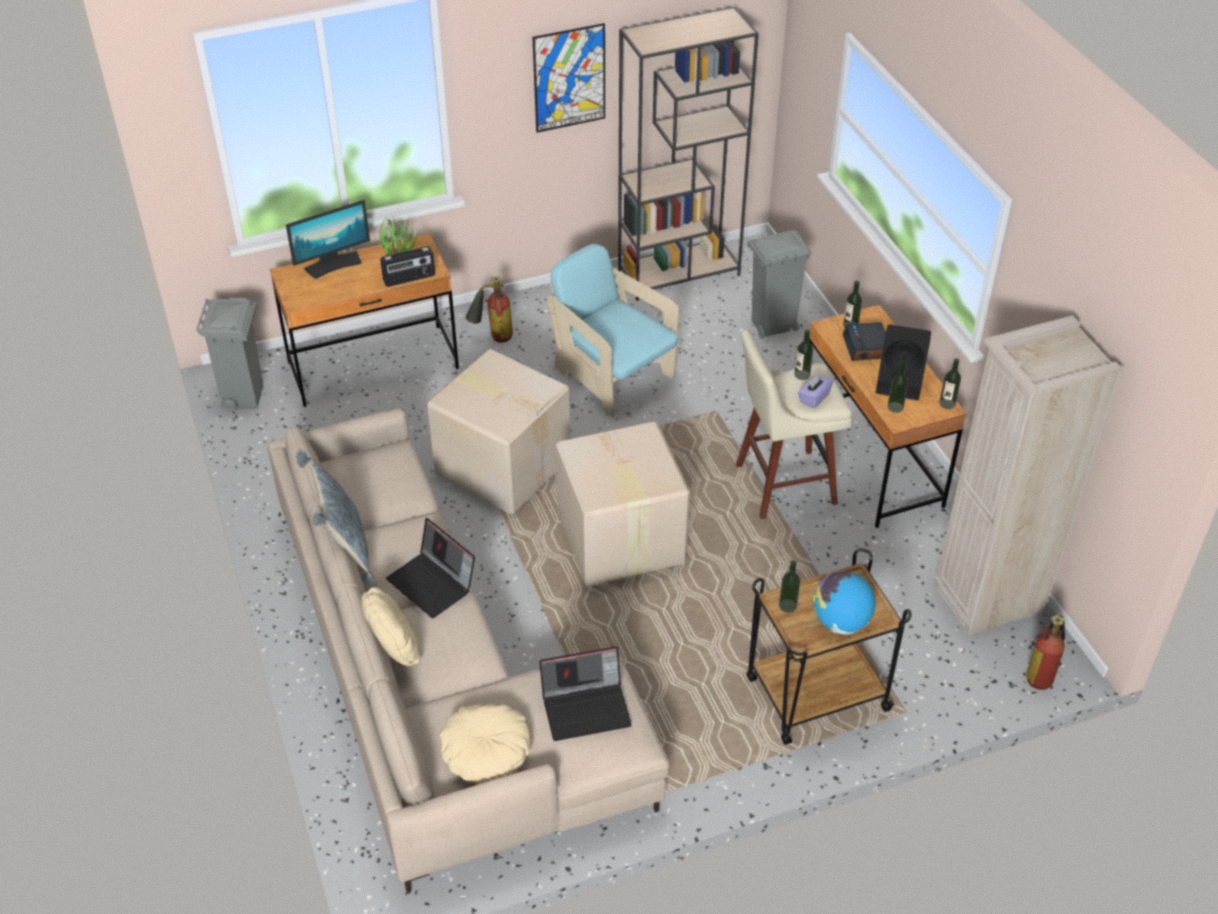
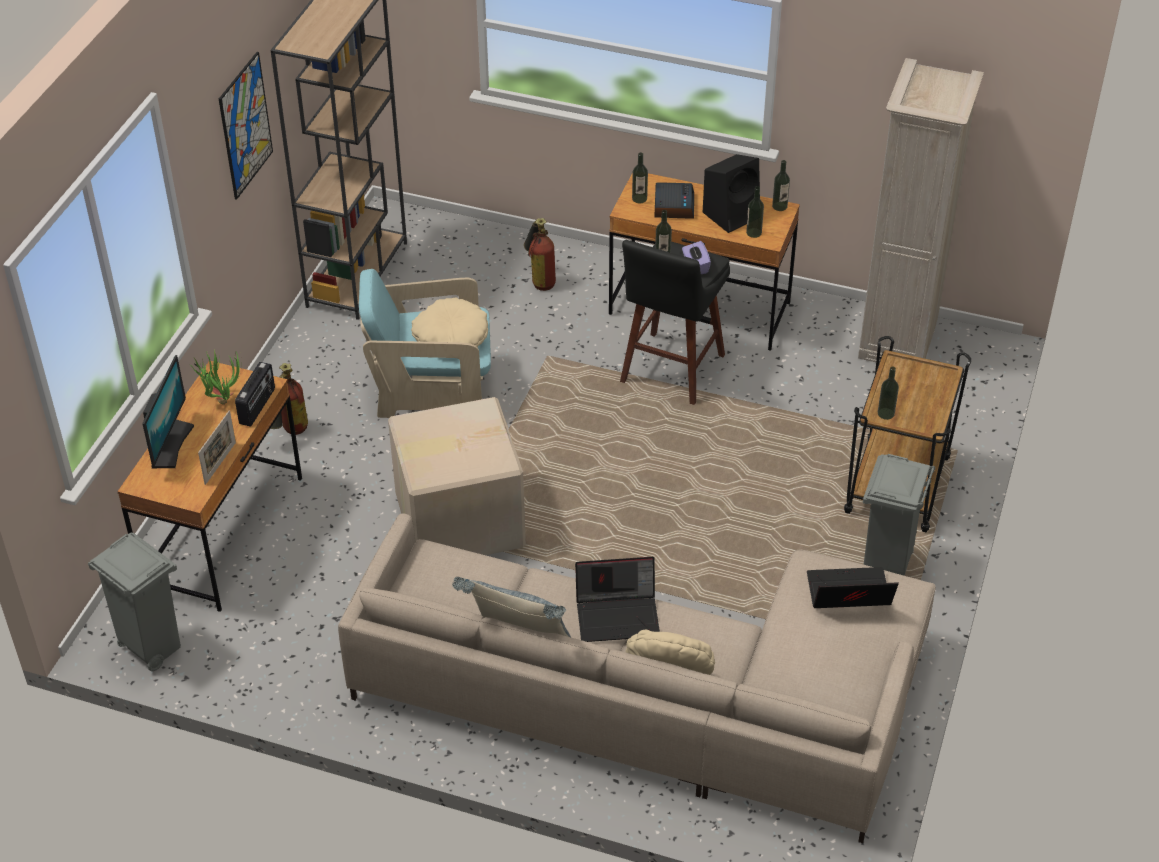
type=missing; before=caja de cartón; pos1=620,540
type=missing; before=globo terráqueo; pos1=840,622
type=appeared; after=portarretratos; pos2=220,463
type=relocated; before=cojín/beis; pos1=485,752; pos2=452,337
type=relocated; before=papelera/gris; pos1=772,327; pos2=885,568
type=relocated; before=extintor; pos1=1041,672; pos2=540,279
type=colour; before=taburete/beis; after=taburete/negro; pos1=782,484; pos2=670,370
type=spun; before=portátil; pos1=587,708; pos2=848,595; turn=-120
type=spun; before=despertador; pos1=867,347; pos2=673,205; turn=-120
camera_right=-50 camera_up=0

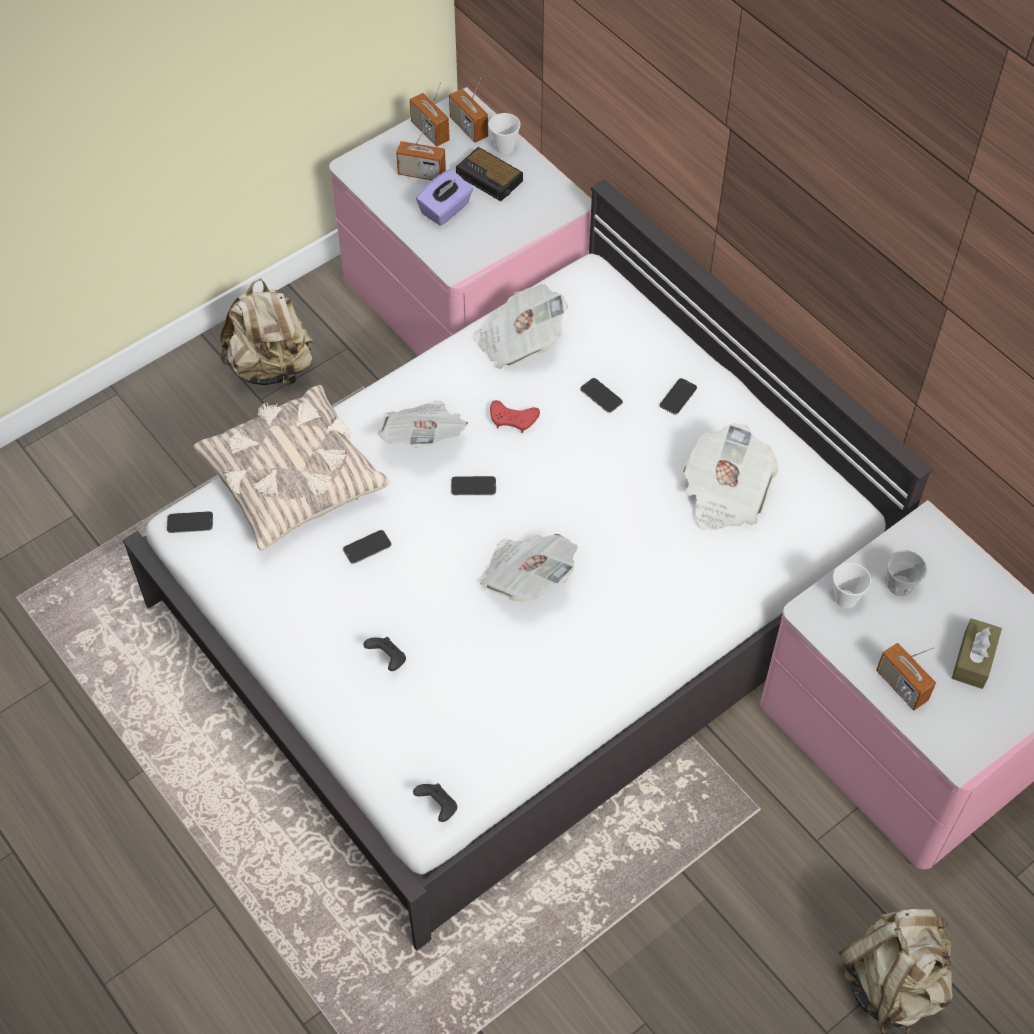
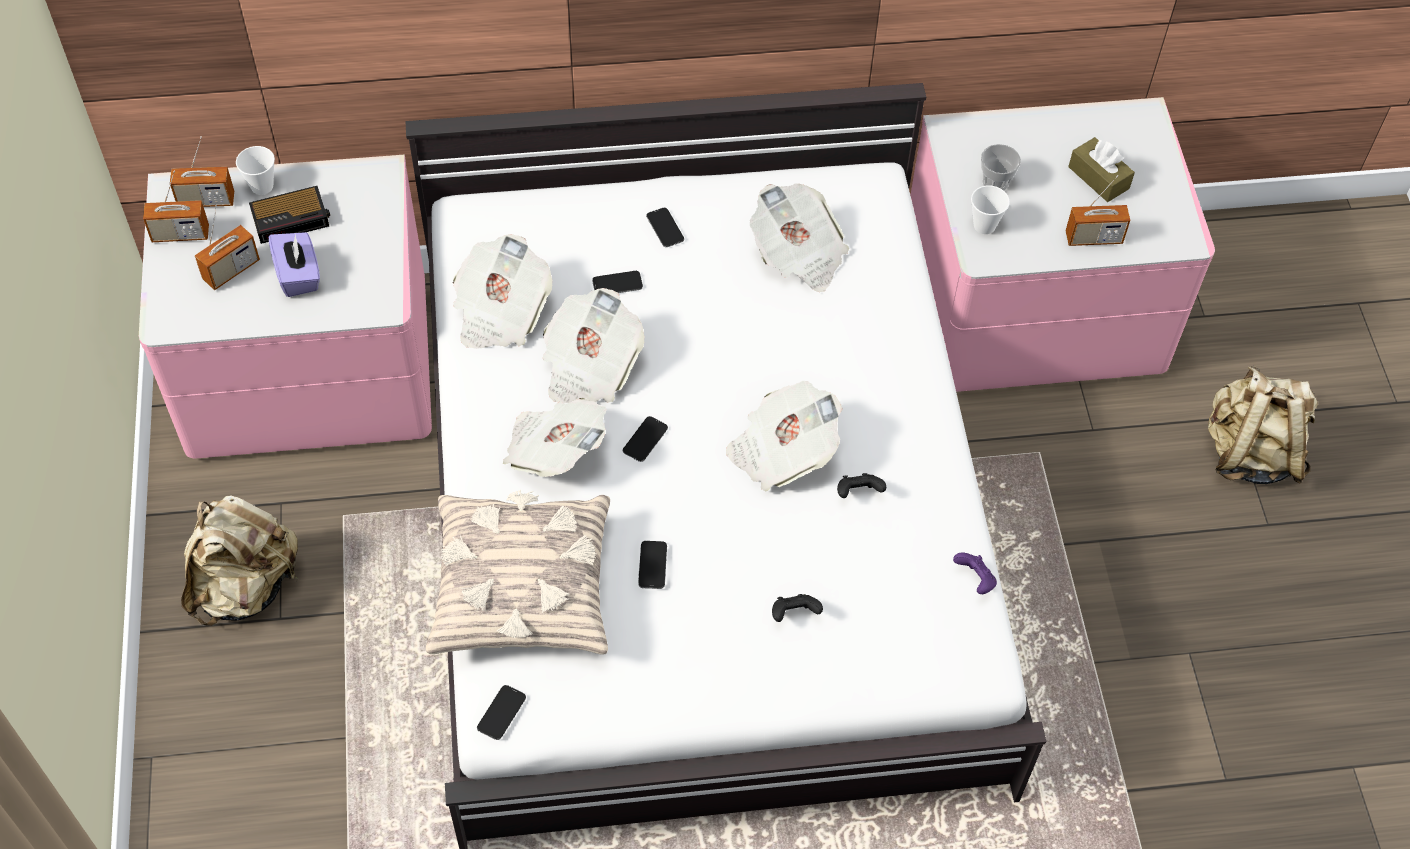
type=appeared; after=mando de consola/morado; pos2=975,580
type=relocated; before=mando de consola/negro; pos1=438,807; pos2=858,493
type=exchanged; before=mando de consola/rojo; after=periódico; pos1=513,419; pos2=589,366
camera_right=-60 camera_up=0

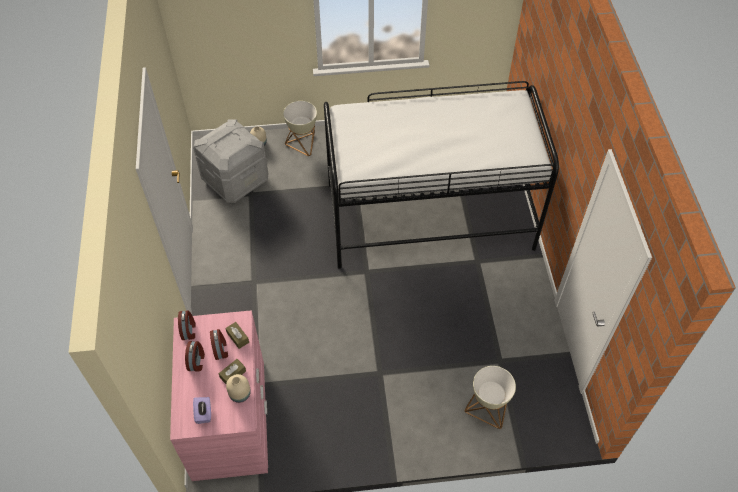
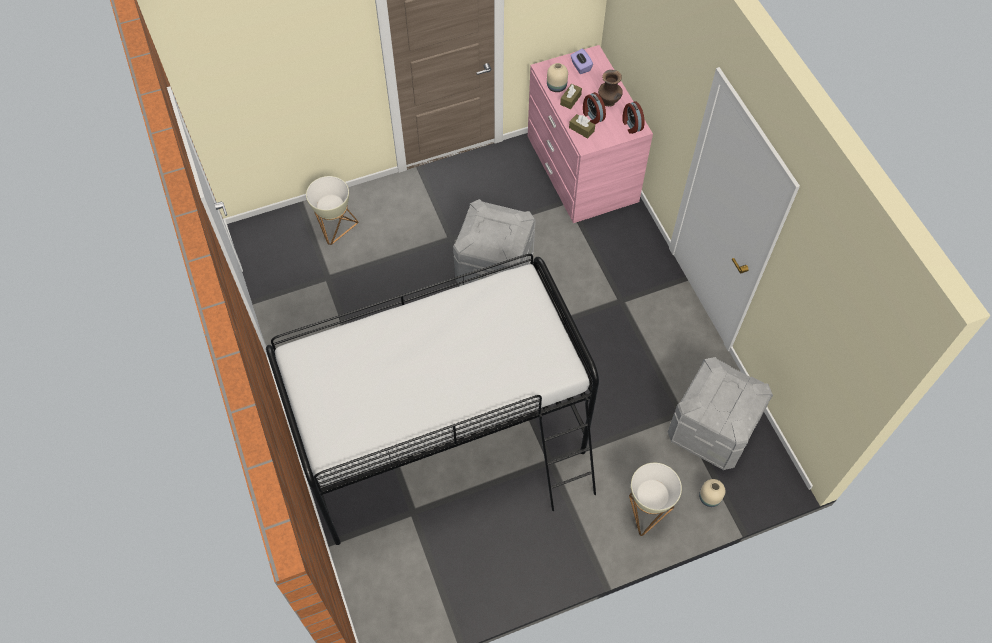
type=appeared; after=caja de almacenaje/gris; pos2=495,269
type=exchanged; before=despertador; after=florero/marrón; pos1=197,361; pos2=609,102
camera_right=165 camera_up=5

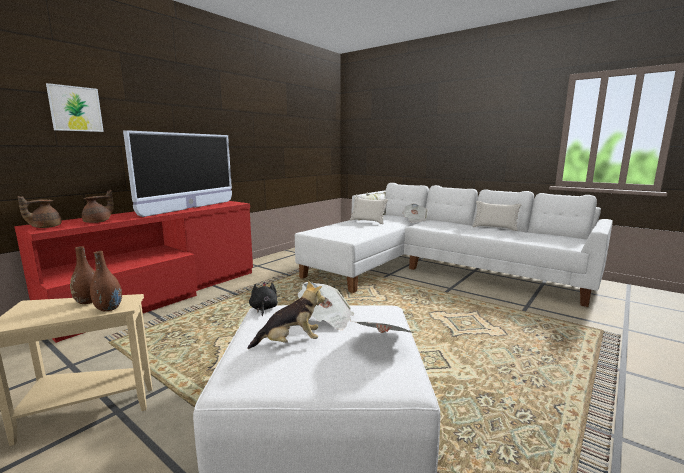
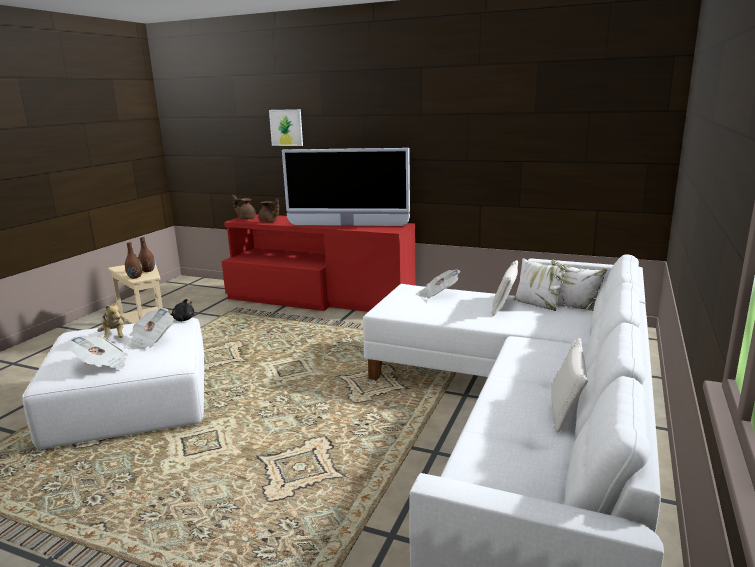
type=relocated; before=periódico; pos1=414,220; pos2=437,294
camera_right=75 camera_up=5

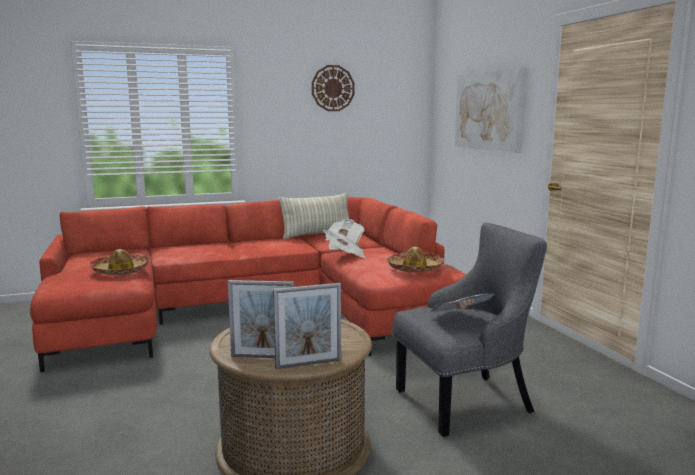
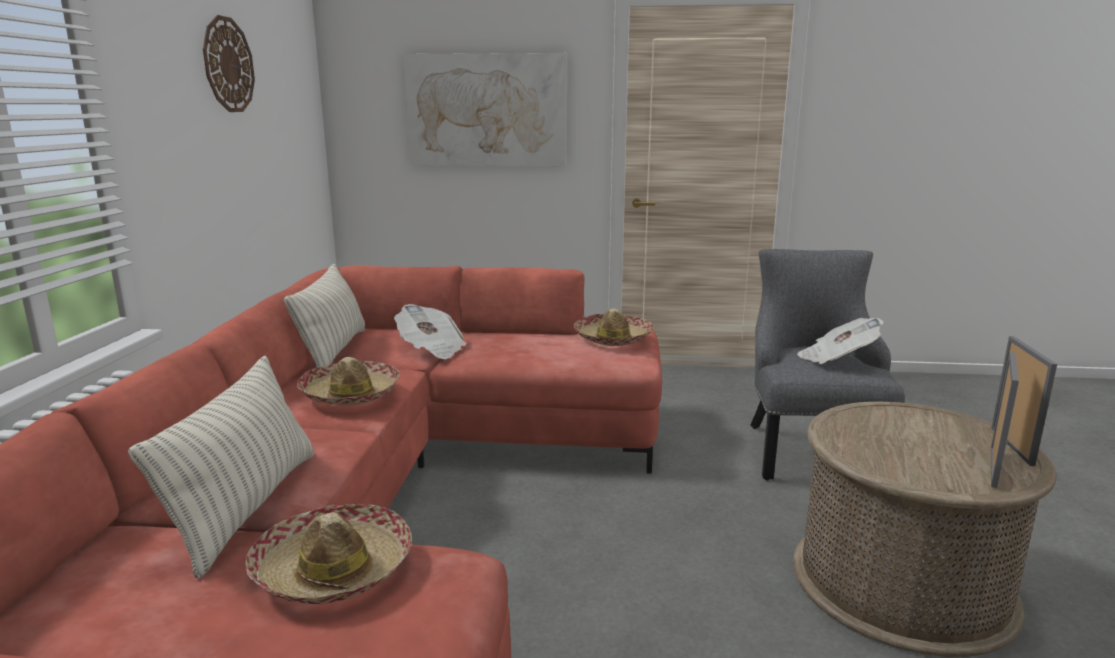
type=missing; before=periódico; pos1=345,255
type=appeared; after=cojín; pos2=247,507
type=appeared; after=sombrero; pos2=350,394
camera_right=-65 camera_up=5

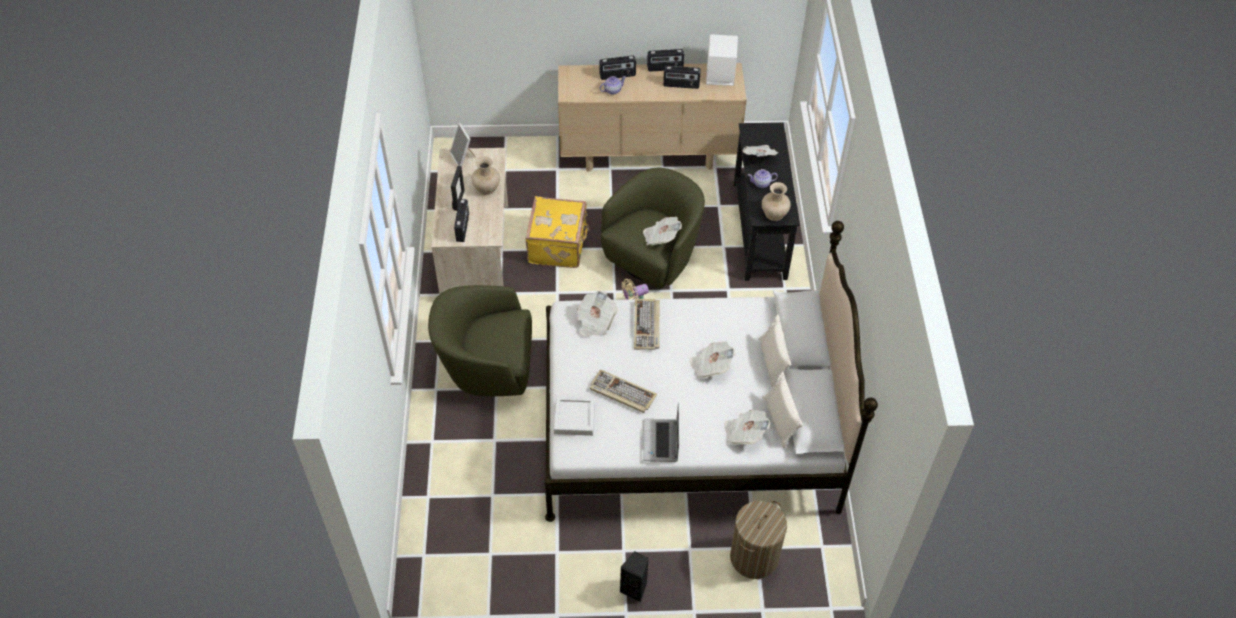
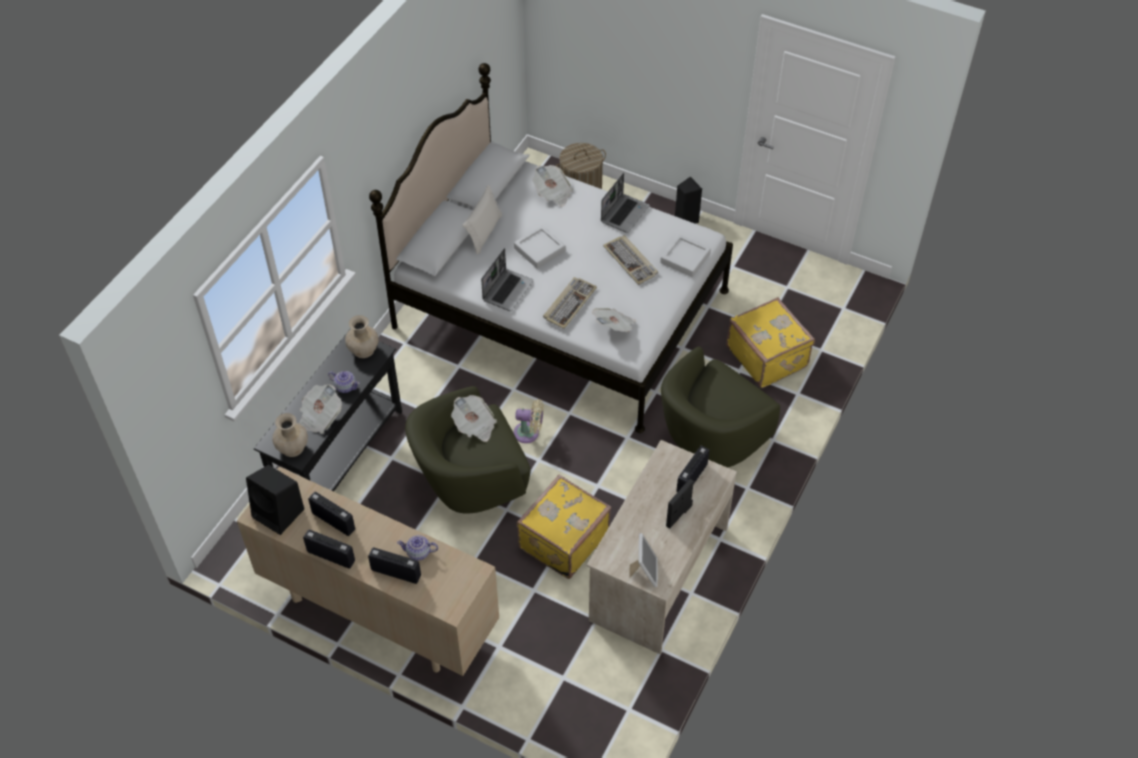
type=missing; before=cojín/blanco; pos1=780,421
type=appeared; after=portátil; pos2=507,290
type=appeared; after=maleta/amarillo; pos2=767,356
type=relocated; before=florero/beis; pos1=486,188; pos2=293,447
type=exchanged; before=periódico; after=bandeja/gris; pos1=710,366; pos2=539,250
type=colour; before=altavoz/blanco; after=altavoz/negro; pos1=719,76; pos2=279,513
type=spun; before=sillón/verde; pos1=487,368; pos2=712,438; turn=105
camera_right=-150 camera_up=0

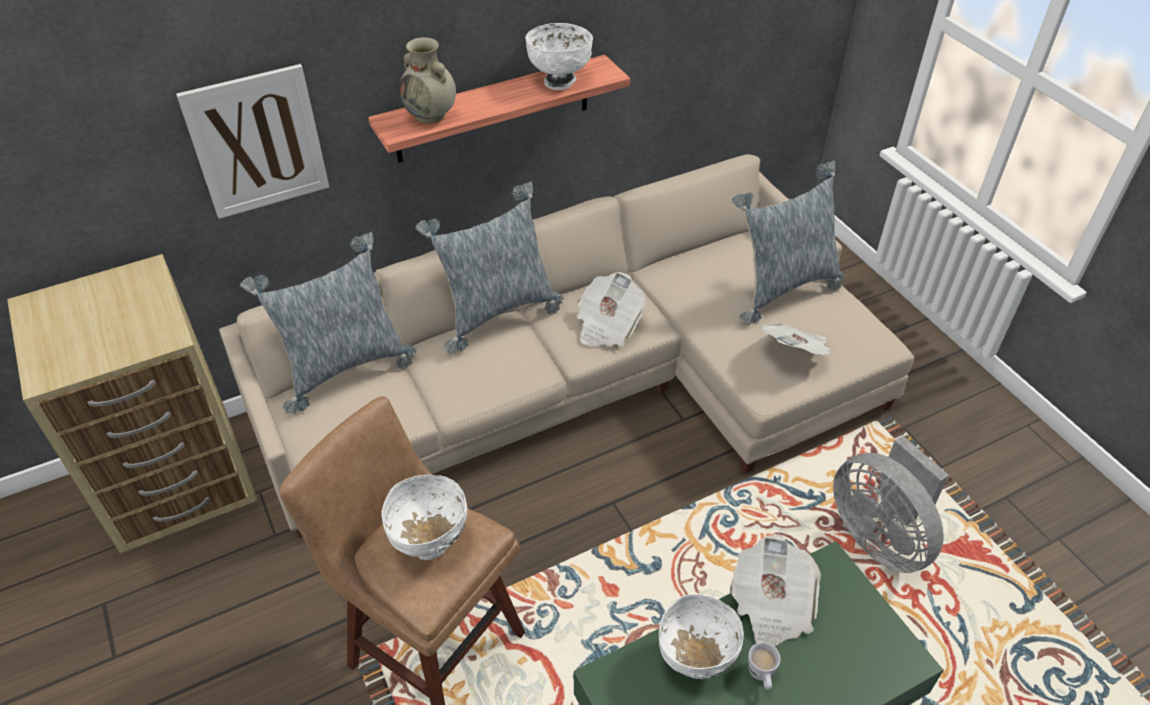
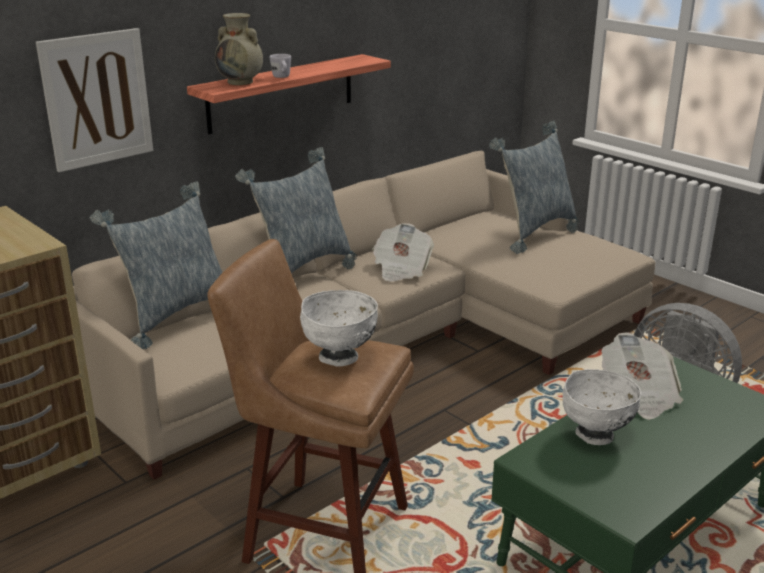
type=missing; before=cuenco/blanco; pos1=559,81
type=missing; before=periódico; pos1=796,352
type=relocated; before=taza grande/blanco; pos1=761,676; pos2=282,77
camera_right=-15 camera_up=-20

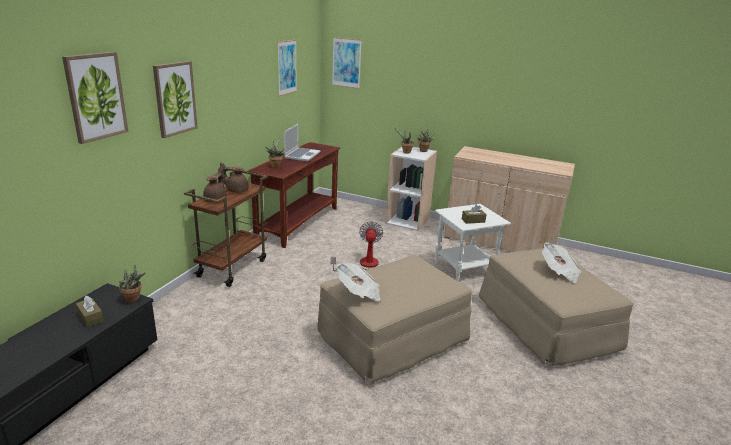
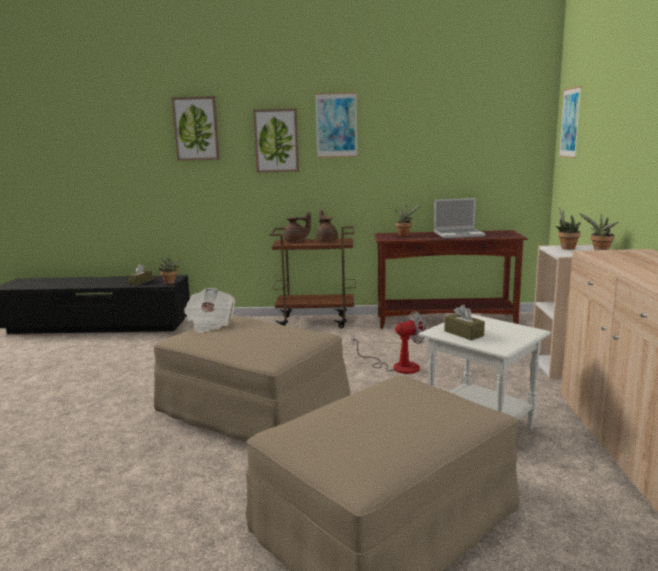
type=missing; before=periódico; pos1=559,272
type=relocated; before=cuadro; pos1=287,67; pos2=336,125
camera_right=70 camera_up=-10

